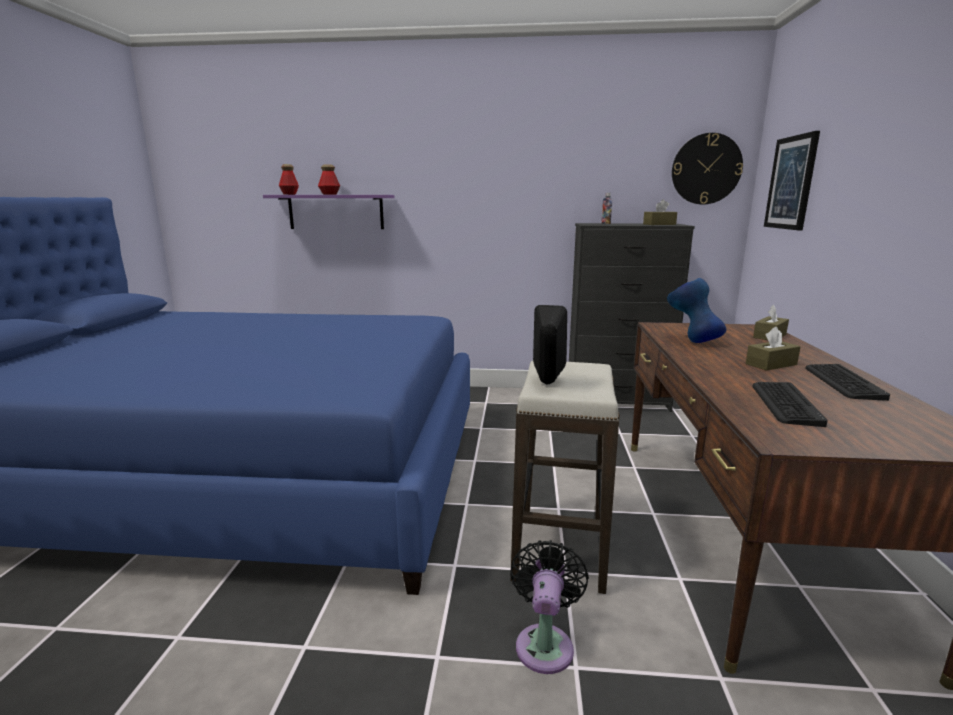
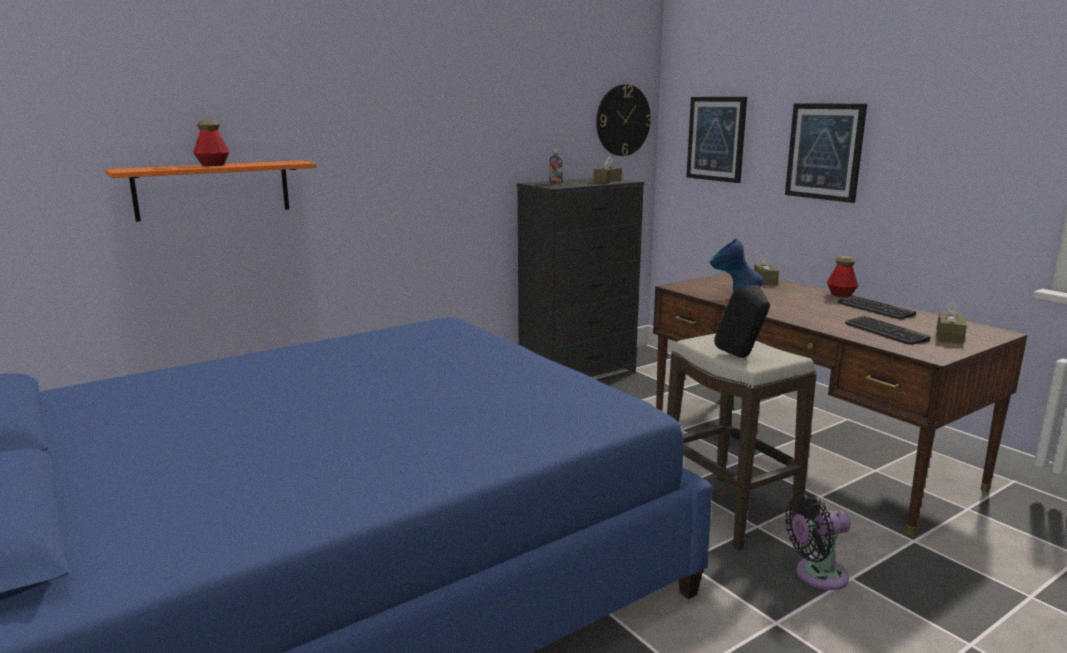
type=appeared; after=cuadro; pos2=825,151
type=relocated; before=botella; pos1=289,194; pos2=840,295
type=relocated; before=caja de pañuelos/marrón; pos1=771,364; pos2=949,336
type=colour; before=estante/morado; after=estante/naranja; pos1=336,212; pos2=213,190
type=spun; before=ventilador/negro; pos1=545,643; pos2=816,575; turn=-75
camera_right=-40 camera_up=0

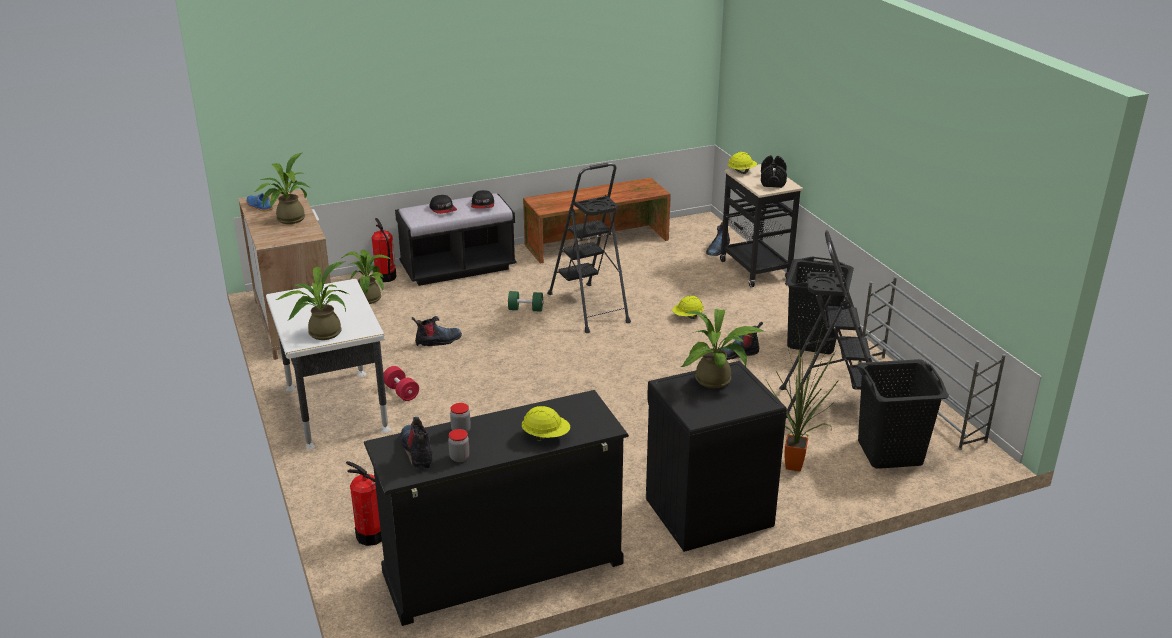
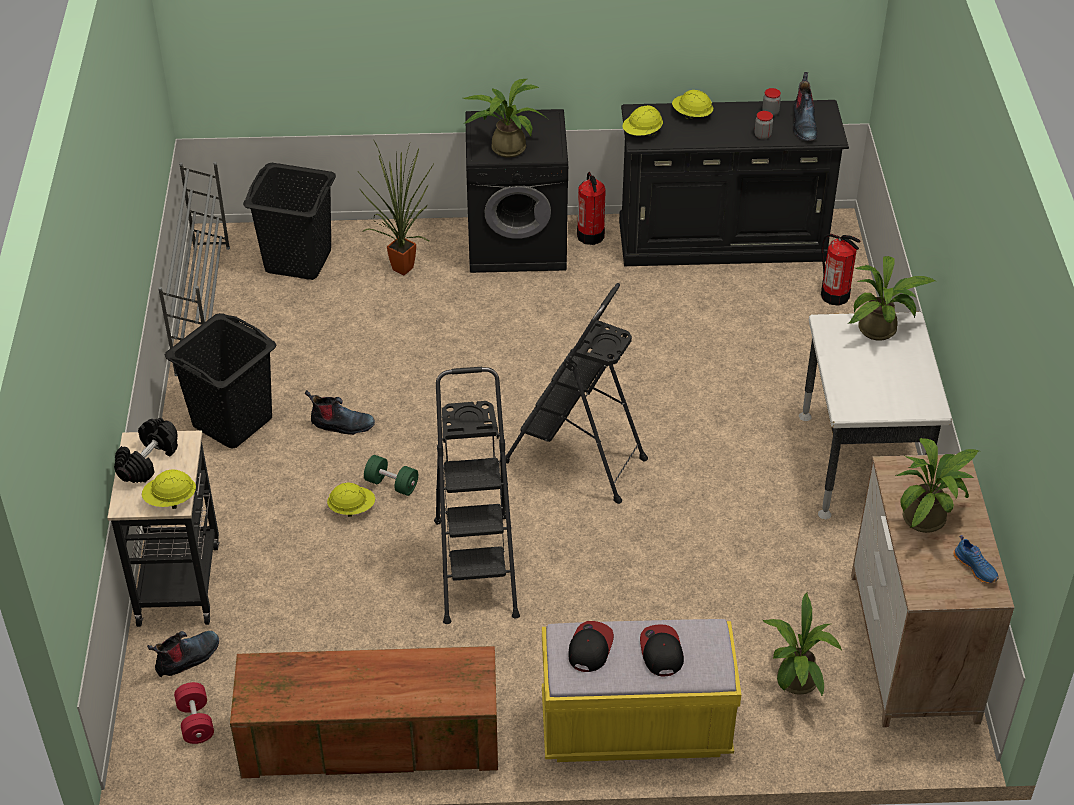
type=missing; before=bota; pos1=438,341
type=appeared; after=casco/amarillo; pos2=642,133
type=relocated; before=extintor; pos1=385,277; pos2=590,235
type=relocated; before=mancuerna/rojo; pos1=401,392; pos2=196,722
type=relocated; before=mancuerna/verde; pos1=525,309; pos2=391,484
type=relocated; before=escalera de tijera; pos1=832,405; pos2=576,460
type=colour; before=banco/negro; after=banco/amarillo; pos1=458,268; pos2=635,727
camera_right=-160 camera_up=15

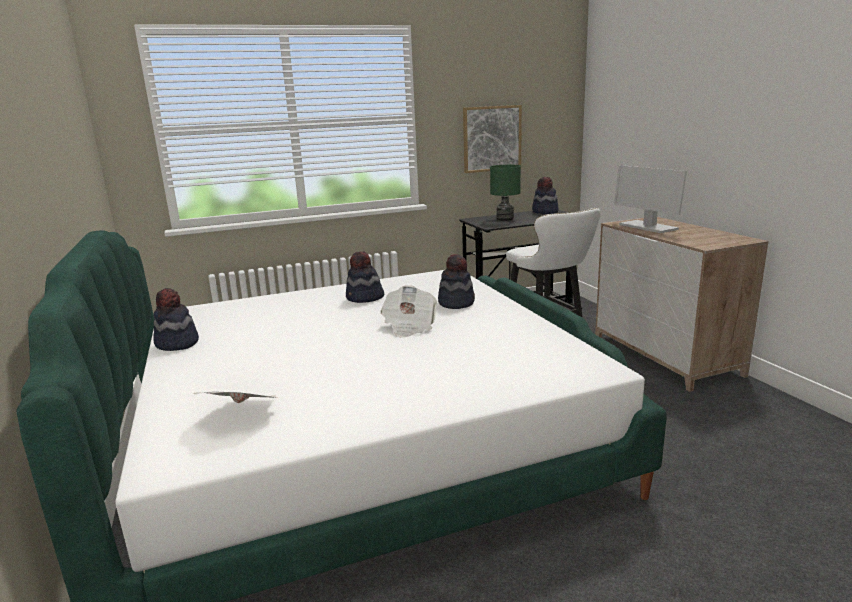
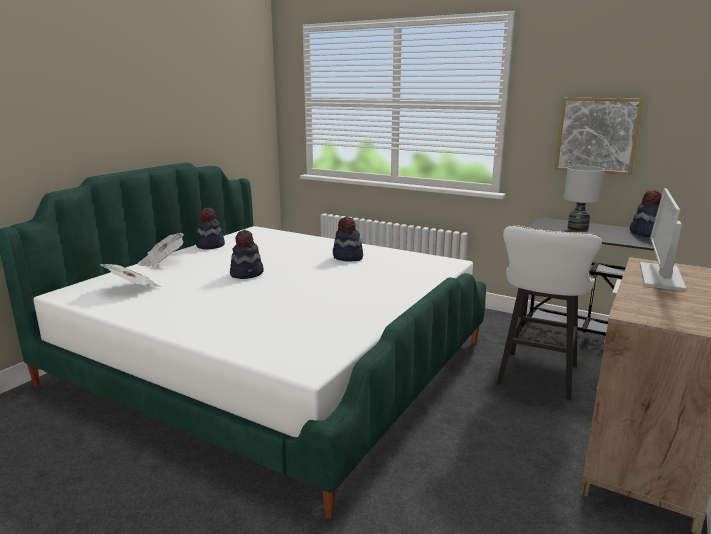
type=relocated; before=periódico; pos1=409,326; pos2=162,262
type=relocated; before=sombrero; pos1=456,303; pos2=247,274
type=colour; before=lámpara de mesa/verde; after=lámpara de mesa/gris; pos1=505,219; pos2=578,228
camera_right=50 camera_up=0

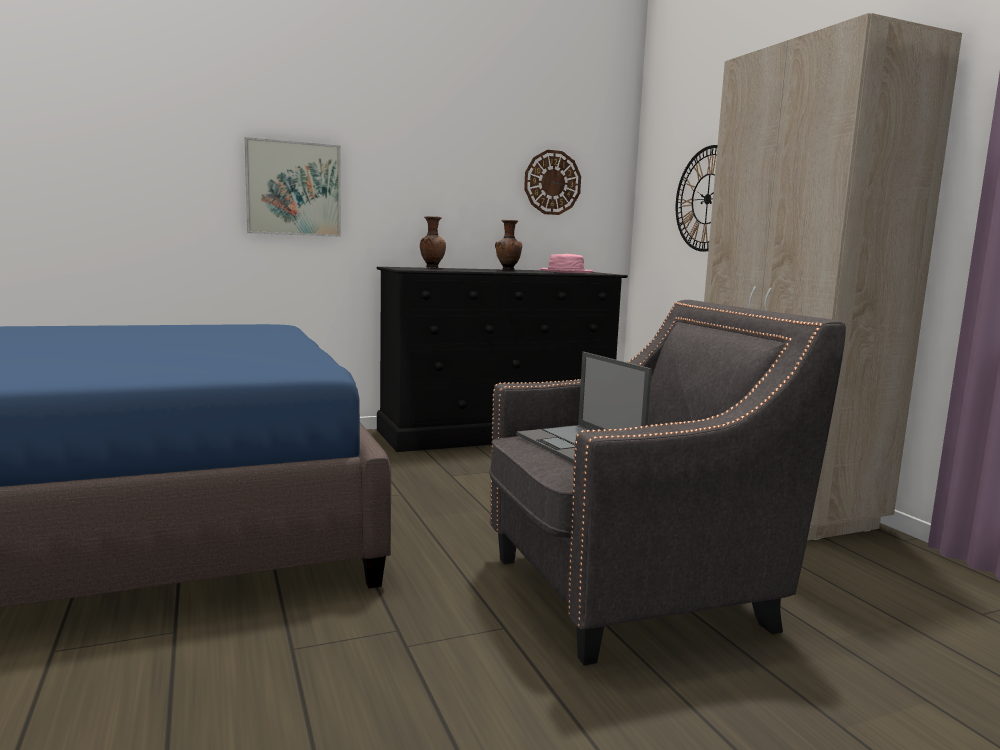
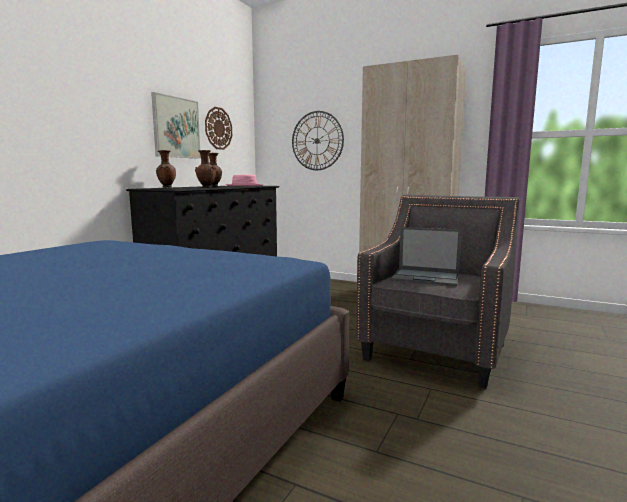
type=appeared; after=florero/marrón; pos2=206,187
type=relocated; before=cuadro; pos1=293,189; pos2=176,127
camera_right=-40 camera_up=0

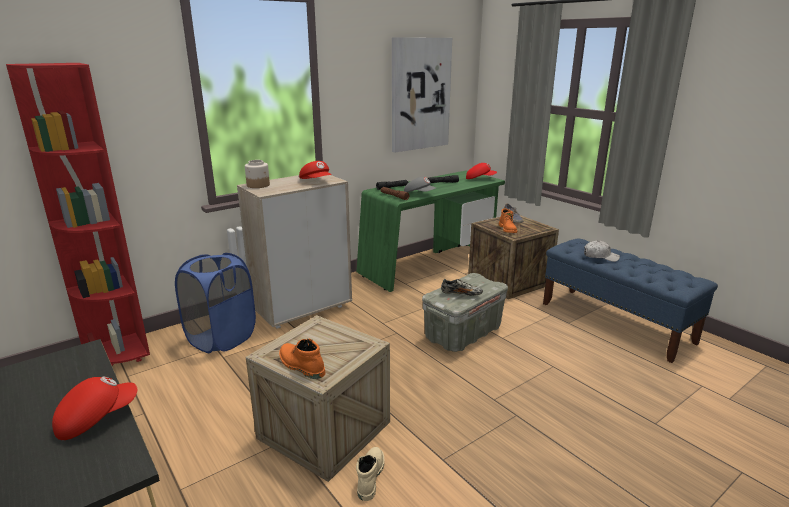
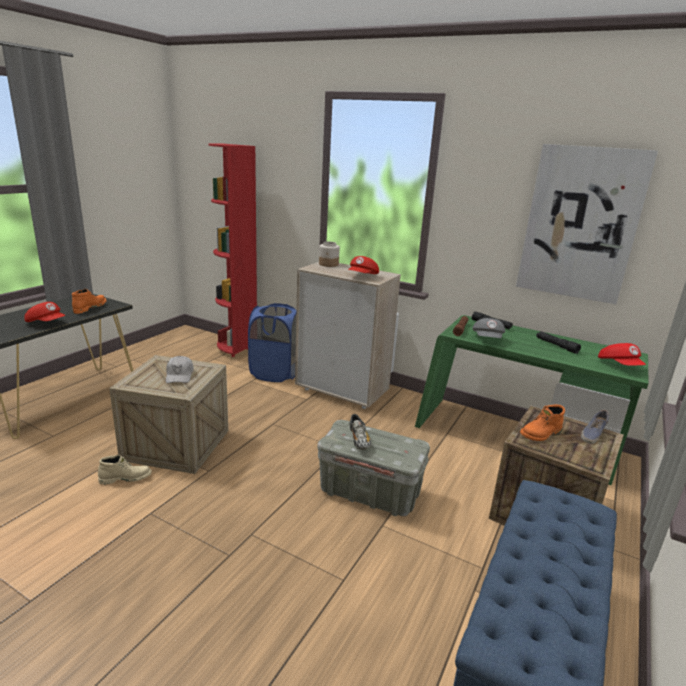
type=relocated; before=bota/naranja; pos1=300,366; pos2=89,308
type=relocated; before=gorra/blanco; pos1=600,256; pos2=179,375
camera_right=65 camera_up=0

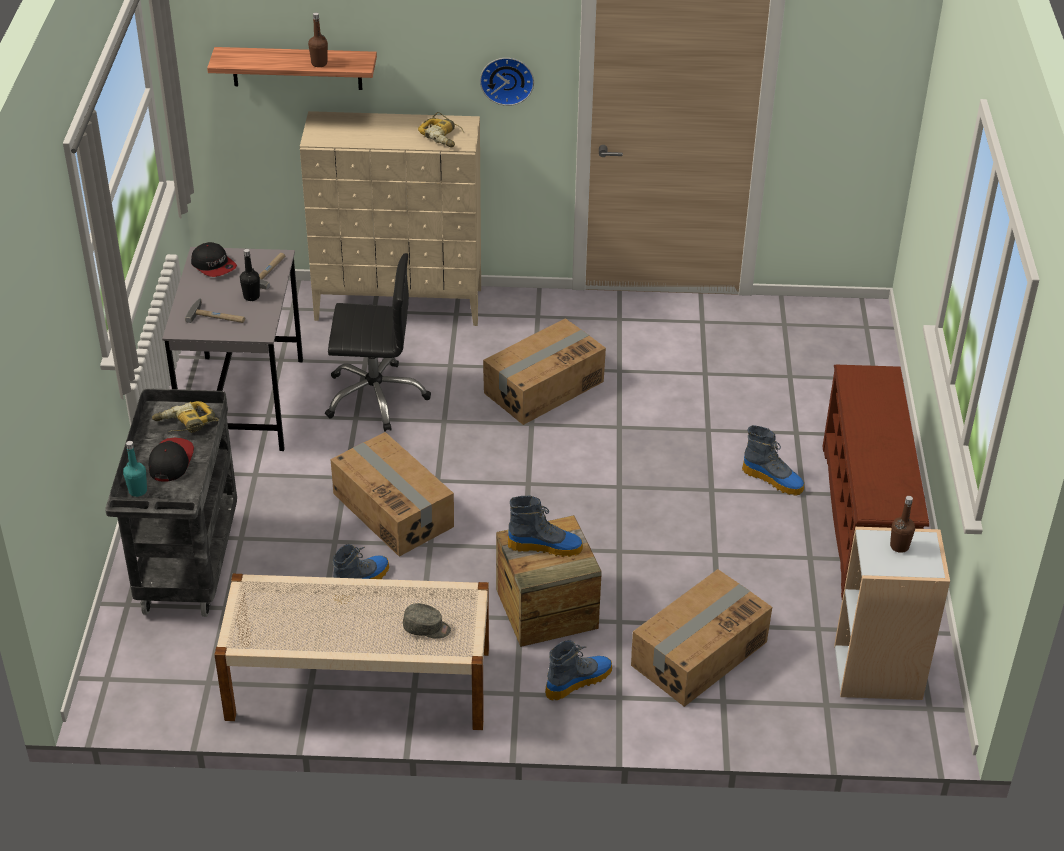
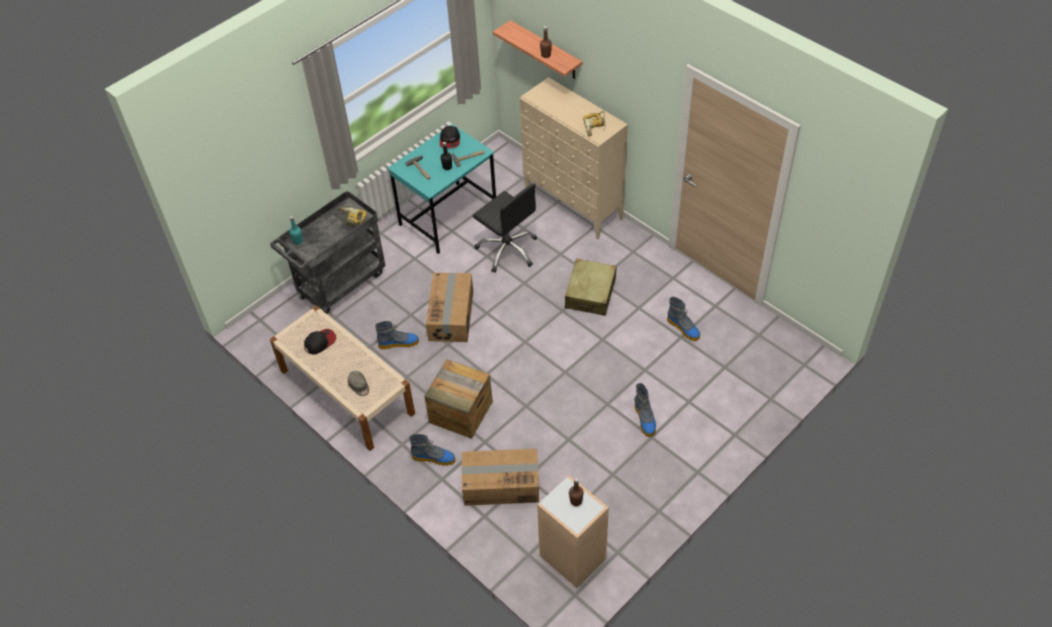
type=missing; before=reloj de pared; pos1=507,79
type=missing; before=zapatero/marrón; pos1=865,521
type=relocated; before=gorra; pos1=170,461; pos2=320,342
type=relocated; before=bota; pos1=545,546; pos2=683,328
type=exchanged; before=caja de cartón; after=maleta/beis; pos1=543,387; pos2=590,293
type=colour; before=escritorio/gris; after=escritorio/turquesa; pos1=243,402; pos2=448,217
camera_right=45 camera_up=10

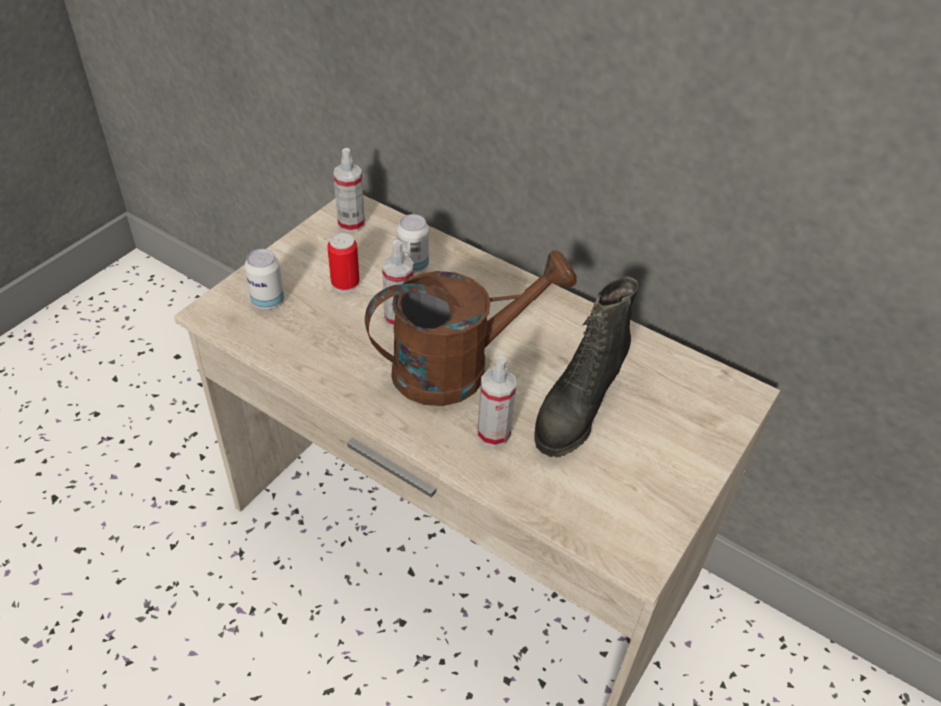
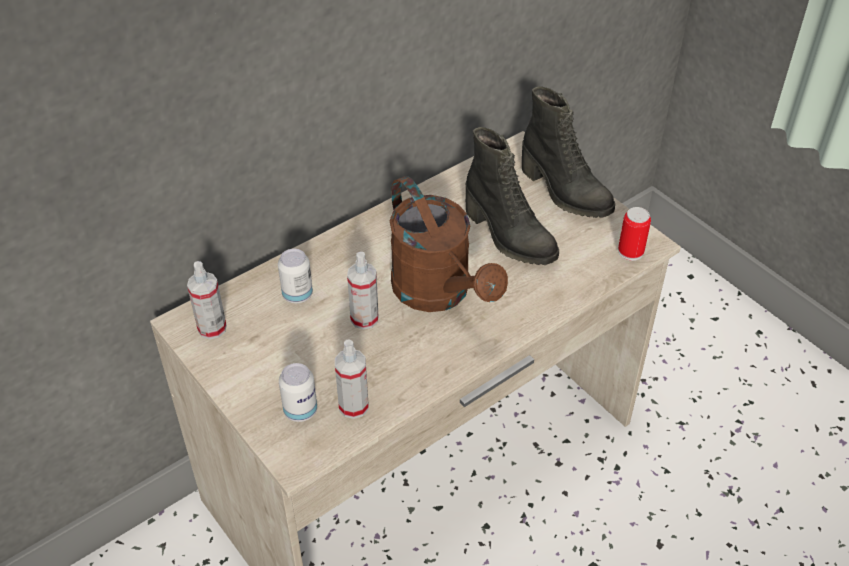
type=appeared; after=bota/negro; pos2=564,192
type=relocated; before=lata; pos1=345,284; pos2=630,252
type=relocated; before=pulverizador; pos1=493,433; pos2=353,406
type=spun; before=regadera/marrón; pos1=457,367; pos2=439,293; turn=150
camera_right=-70 camera_up=0

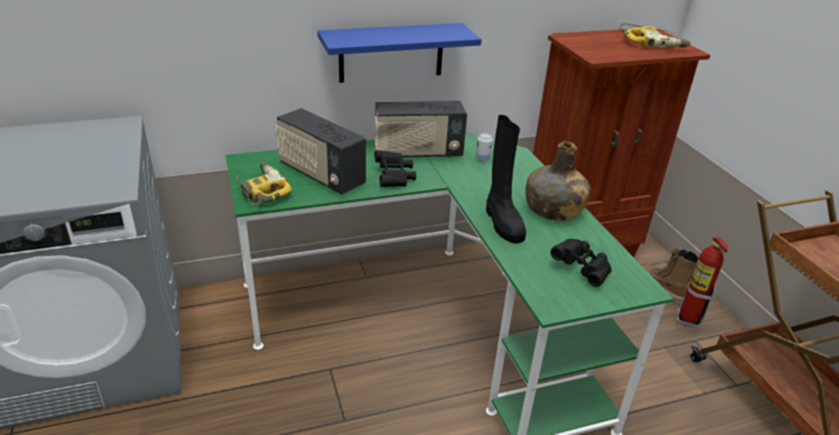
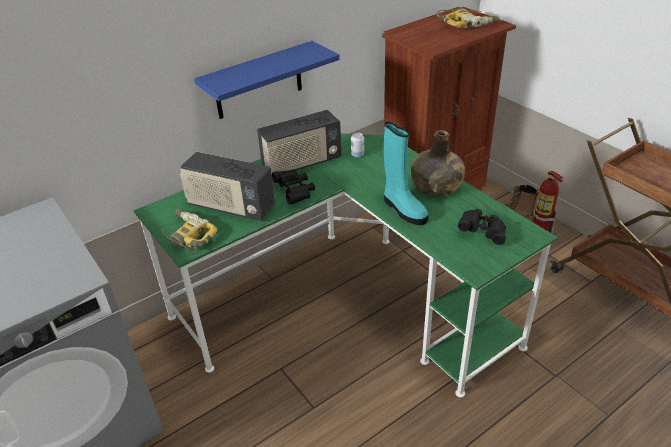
type=colour; before=bota/negro; after=bota/turquesa; pos1=502,222; pos2=403,209
camera_right=-15 camera_up=5

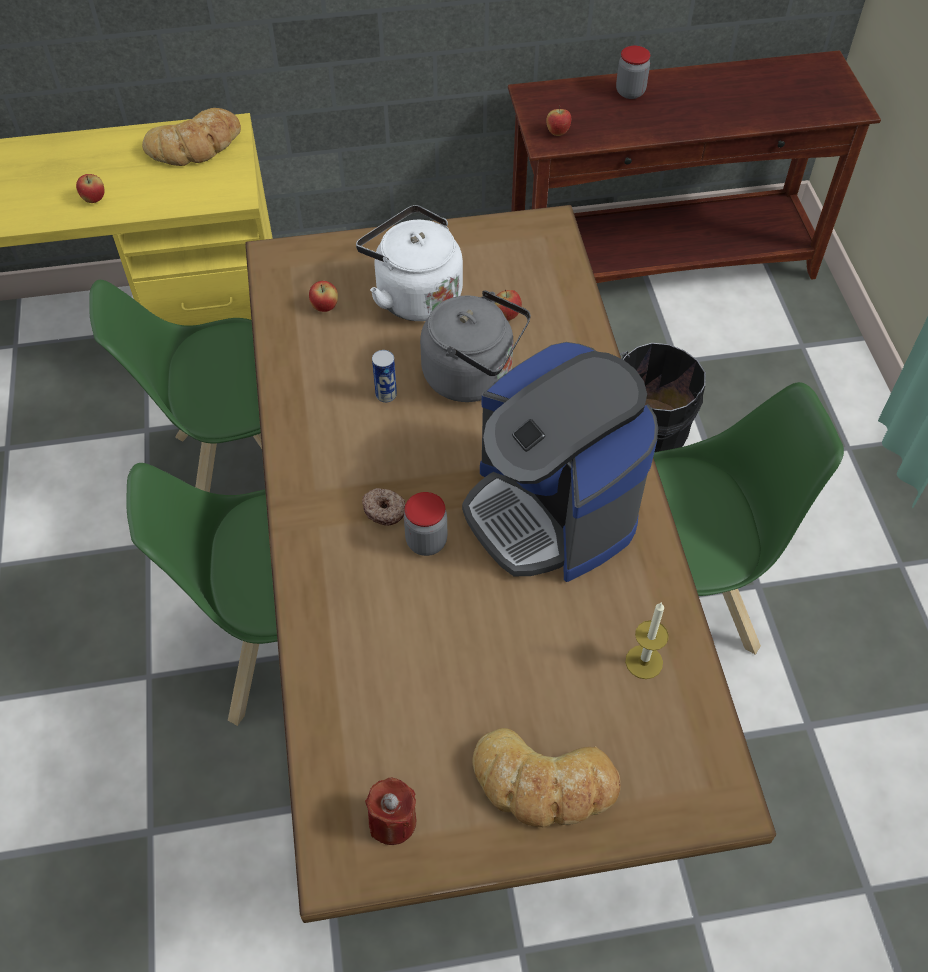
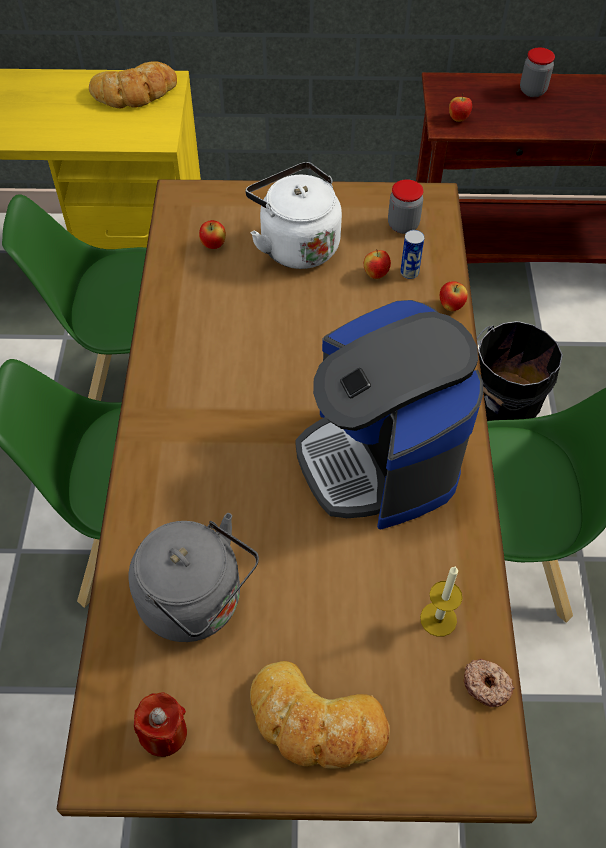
type=relocated; before=manzana; pos1=94,199; pos2=451,306
type=relocated; before=rosquilla; pos1=384,510; pos2=486,685
type=relocated; before=lata; pos1=386,395; pos2=409,272
type=relocated; before=tarro; pos1=426,541; pos2=403,225
type=relocated; before=hervidor/gris; pos1=474,376; pos2=197,602
camera_right=10 camera_up=0

